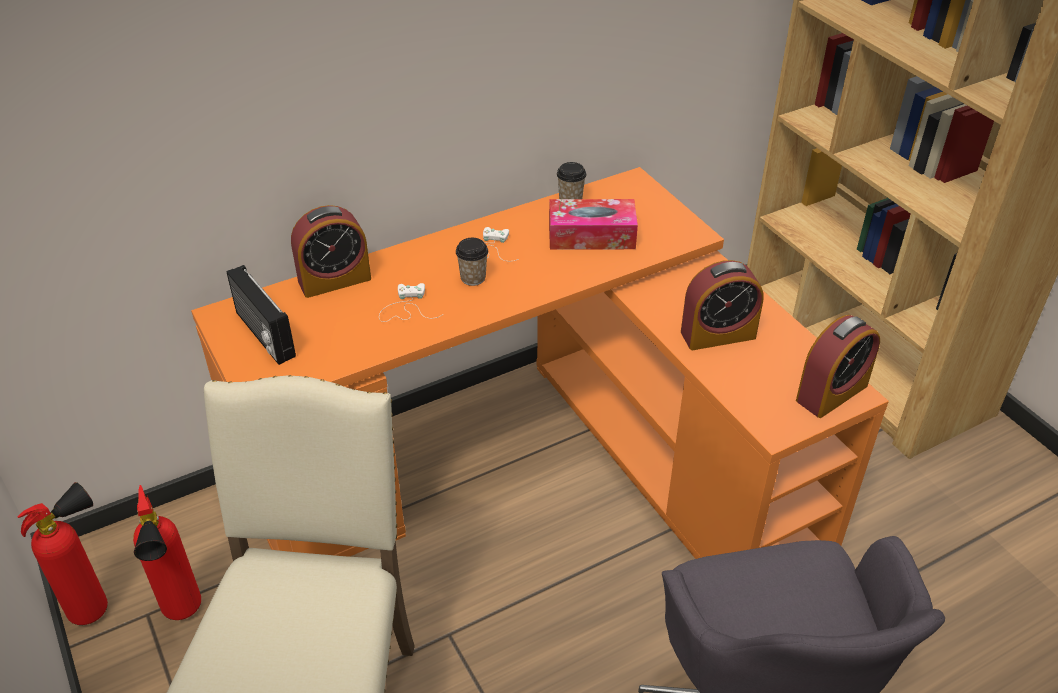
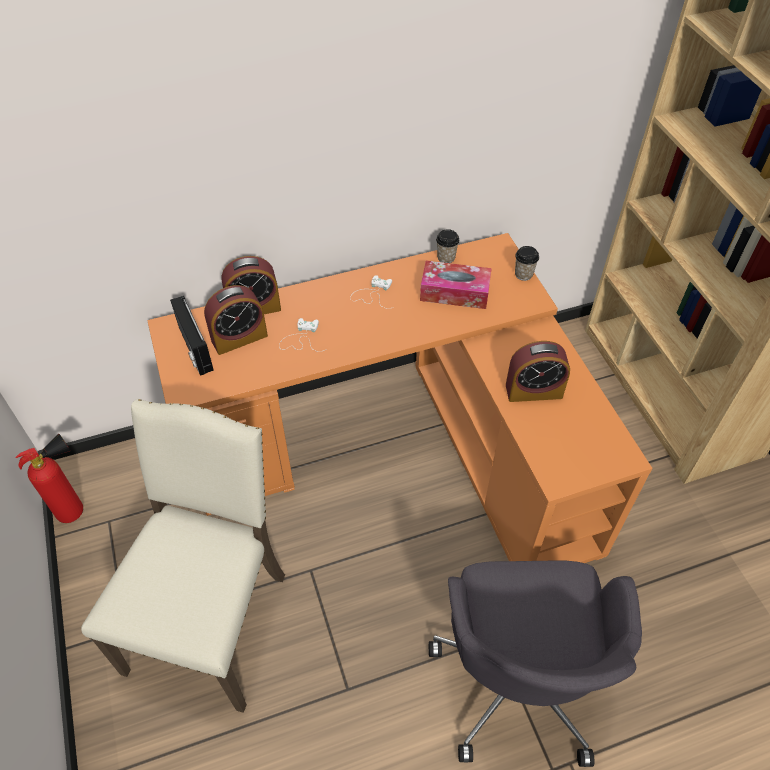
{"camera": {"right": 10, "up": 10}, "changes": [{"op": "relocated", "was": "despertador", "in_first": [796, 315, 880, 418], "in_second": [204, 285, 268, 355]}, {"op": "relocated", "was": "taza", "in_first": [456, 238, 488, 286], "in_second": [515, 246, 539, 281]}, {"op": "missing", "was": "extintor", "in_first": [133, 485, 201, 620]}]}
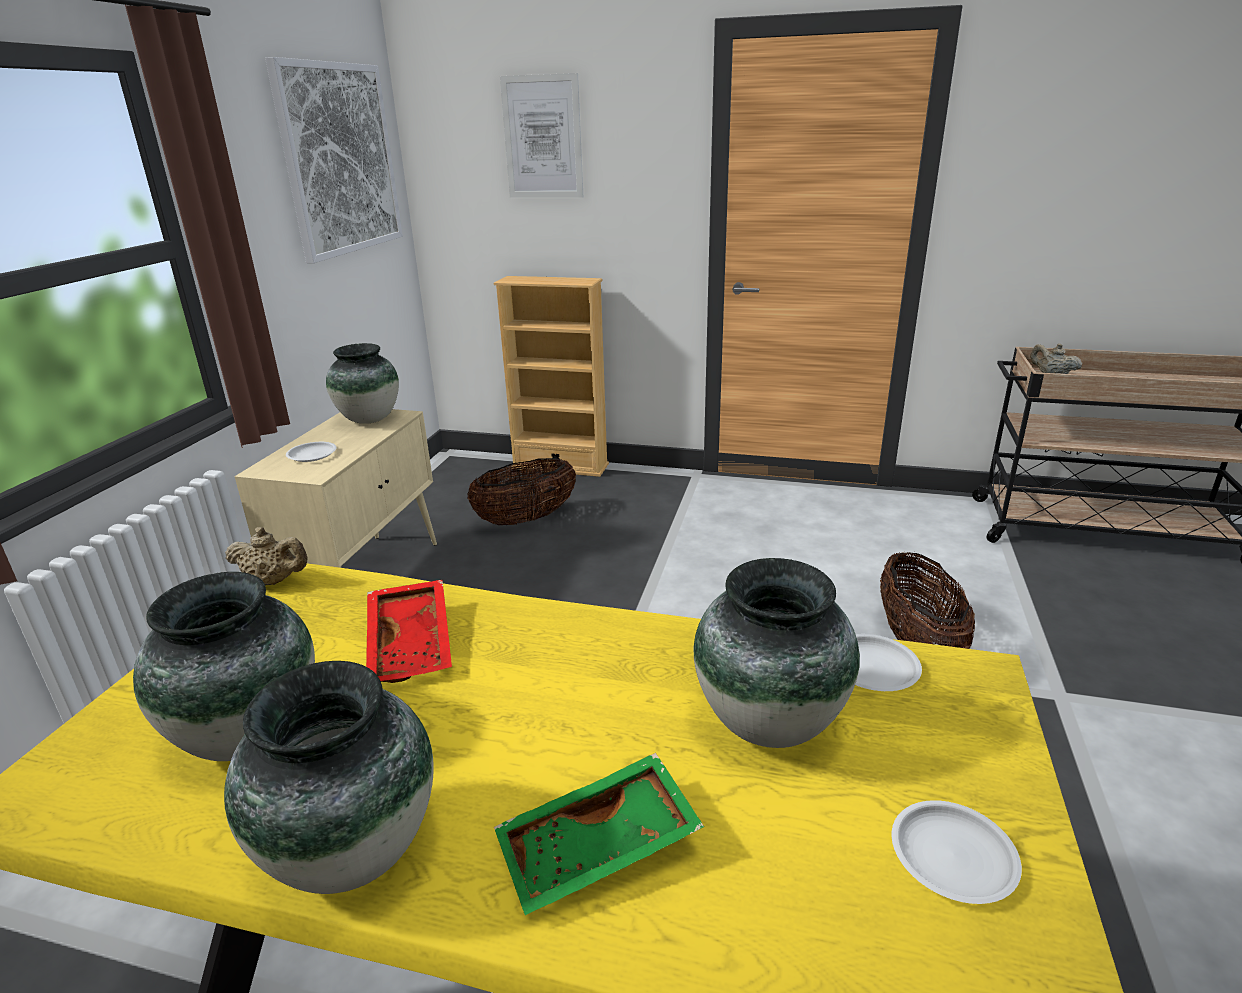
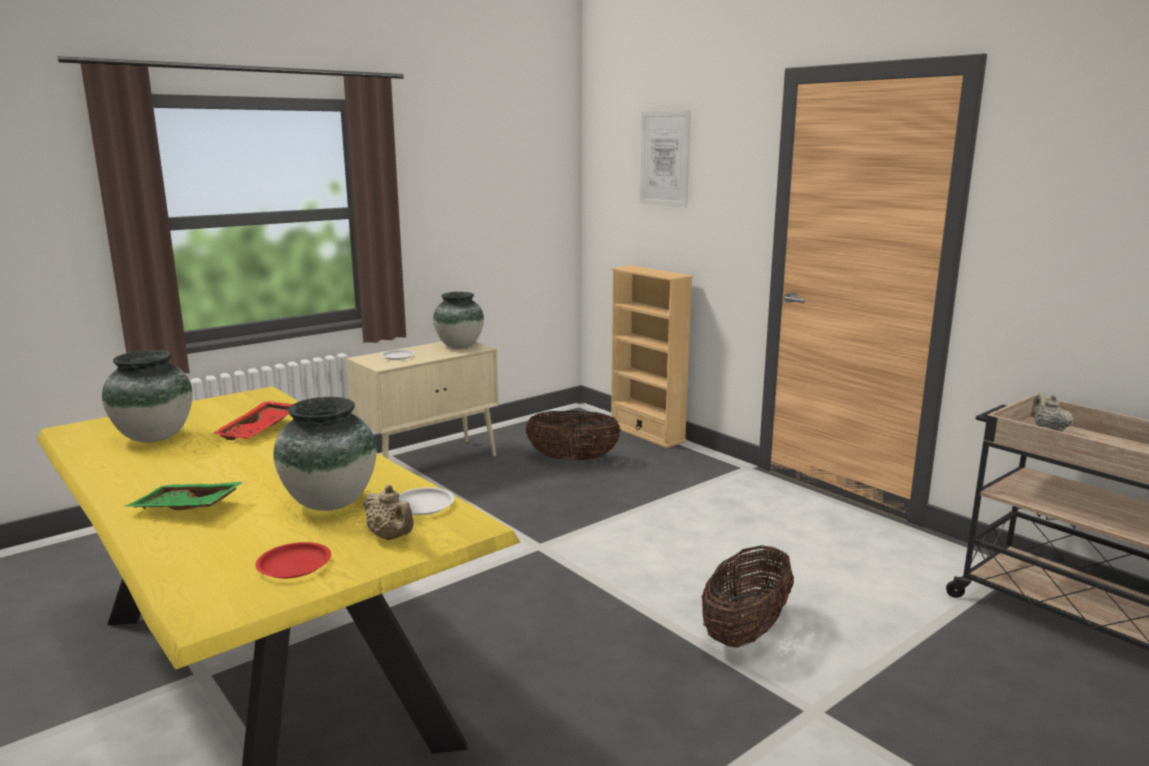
{"camera": {"right": 35, "up": -10}, "changes": [{"op": "colour", "was": "plato (blanco)", "now": "plato (rojo)", "in_first": [892, 800, 1022, 904], "in_second": [255, 542, 331, 578]}, {"op": "relocated", "was": "tetera (beis)", "in_first": [225, 527, 308, 585], "in_second": [363, 485, 414, 540]}, {"op": "missing", "was": "florero", "in_first": [224, 661, 434, 894]}, {"op": "missing", "was": "cuadro", "in_first": [265, 57, 403, 263]}]}
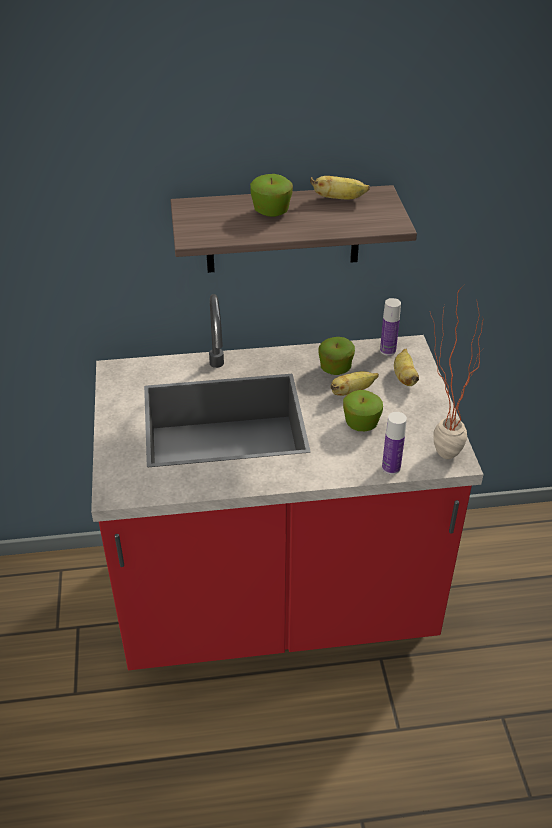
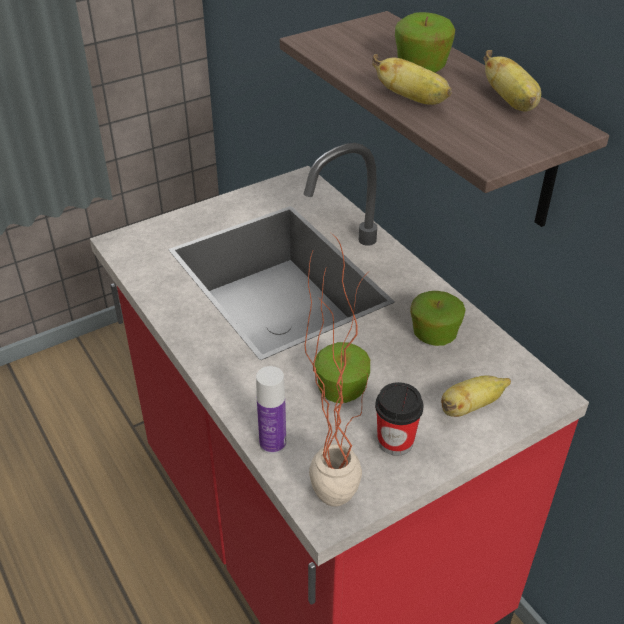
{"camera": {"right": 65, "up": 0}, "changes": [{"op": "relocated", "was": "plátano", "in_first": [331, 371, 379, 396], "in_second": [372, 54, 452, 105]}, {"op": "appeared", "now": "taza", "in_second": [375, 382, 424, 456]}, {"op": "missing", "was": "botella", "in_first": [380, 298, 401, 356]}]}
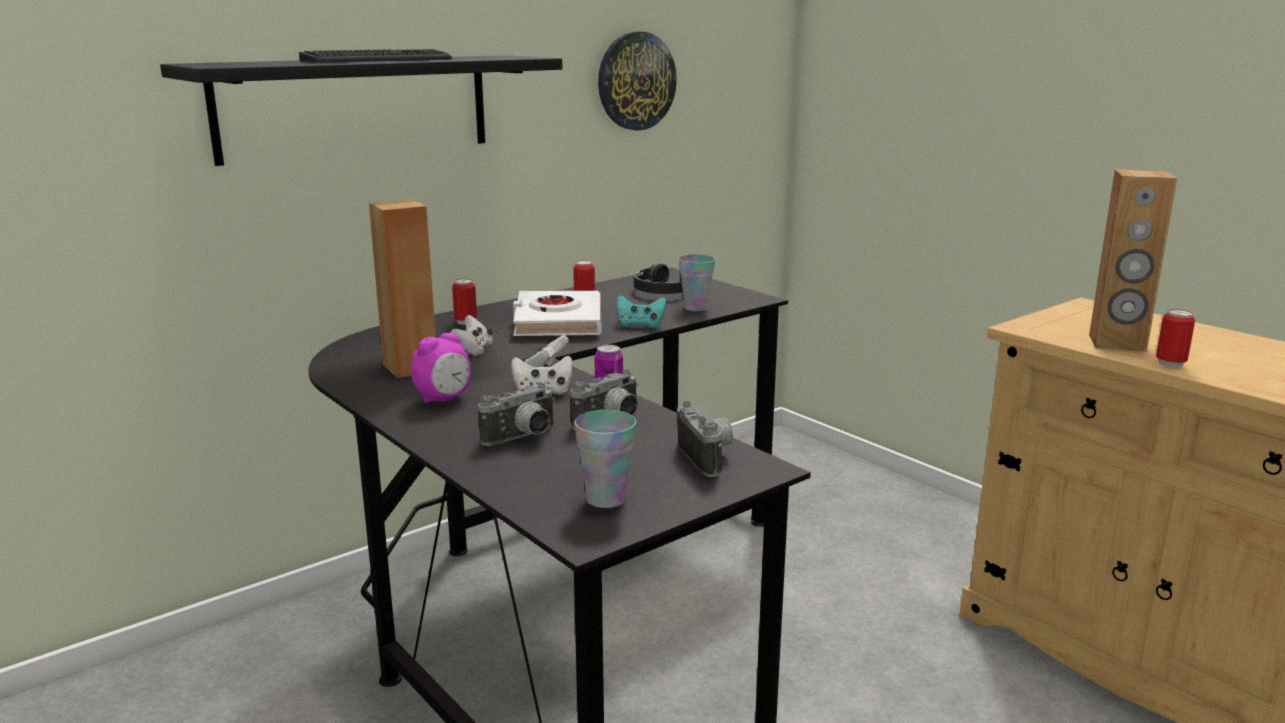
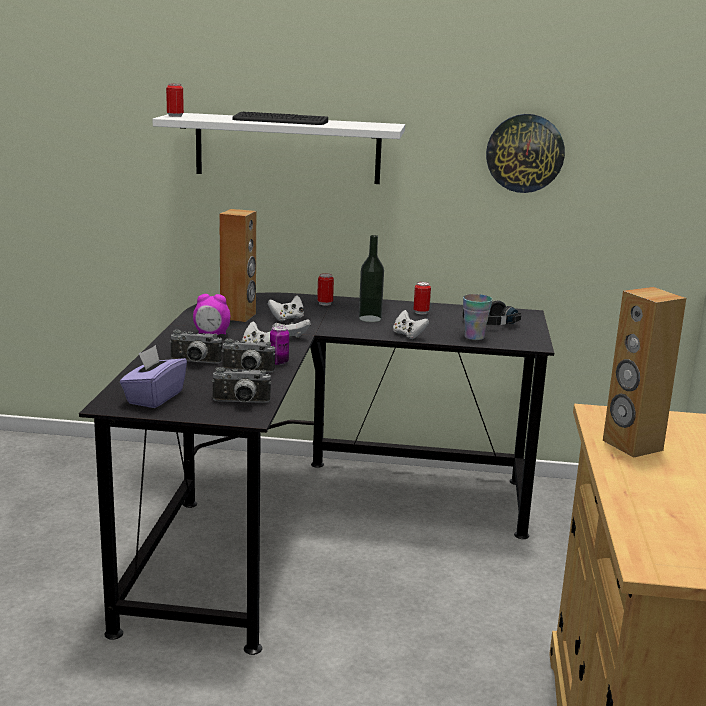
{"camera": {"right": 45, "up": 0}, "changes": [{"op": "exchanged", "was": "taza", "now": "caja de pañuelos (morado)", "in_first": [574, 410, 636, 508], "in_second": [120, 345, 187, 408]}, {"op": "colour", "was": "estante (negro)", "now": "estante (blanco)", "in_first": [160, 55, 562, 166], "in_second": [152, 113, 405, 184]}, {"op": "relocated", "was": "lata", "in_first": [1156, 309, 1195, 368], "in_second": [166, 84, 184, 117]}, {"op": "spun", "was": "cámara", "in_first": [677, 401, 733, 477], "in_second": [212, 367, 271, 403], "clockwise": 60}, {"op": "exchanged", "was": "libro (blanco)", "now": "botella", "in_first": [513, 291, 602, 336], "in_second": [359, 235, 384, 322]}, {"op": "colour", "was": "mando de consola (turquesa)", "now": "mando de consola (blanco)", "in_first": [616, 296, 666, 328], "in_second": [393, 310, 429, 339]}]}
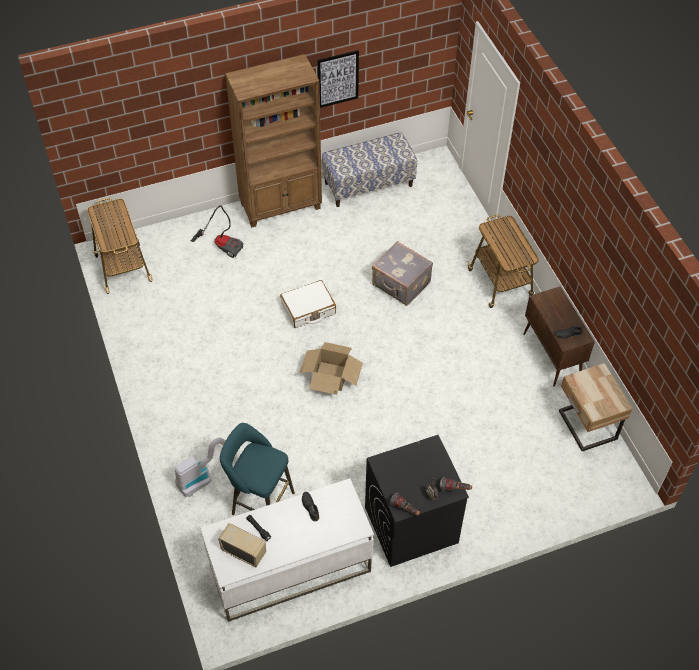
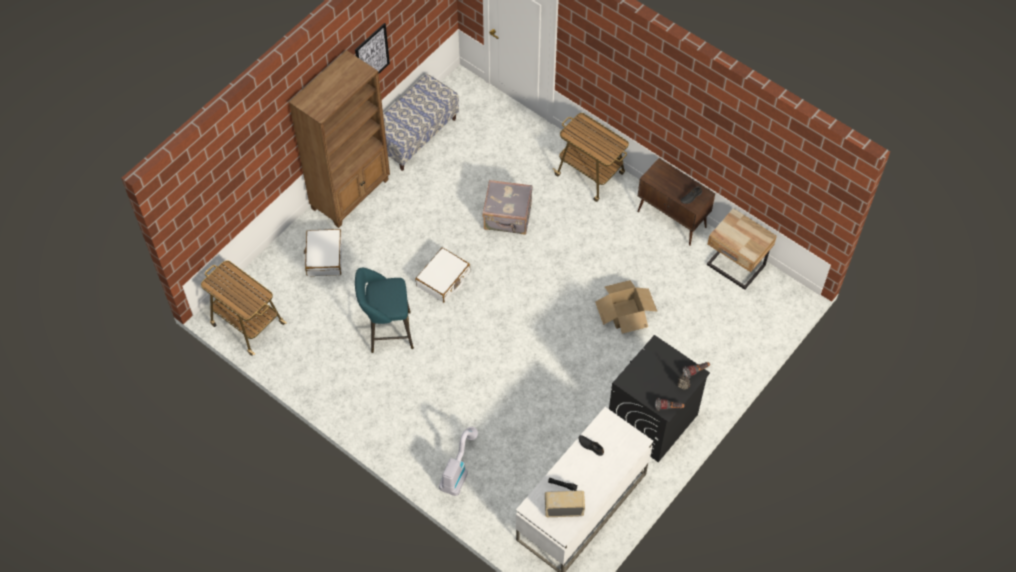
{"camera": {"right": -30, "up": 5}, "changes": [{"op": "exchanged", "was": "aspiradora", "now": "maleta (blanco)", "in_first": [191, 205, 243, 258], "in_second": [304, 229, 342, 276]}, {"op": "relocated", "was": "taburete (turquesa)", "in_first": [220, 423, 295, 515], "in_second": [355, 268, 414, 353]}, {"op": "relocated", "was": "caja de cartón", "in_first": [299, 342, 363, 395], "in_second": [595, 280, 657, 334]}]}
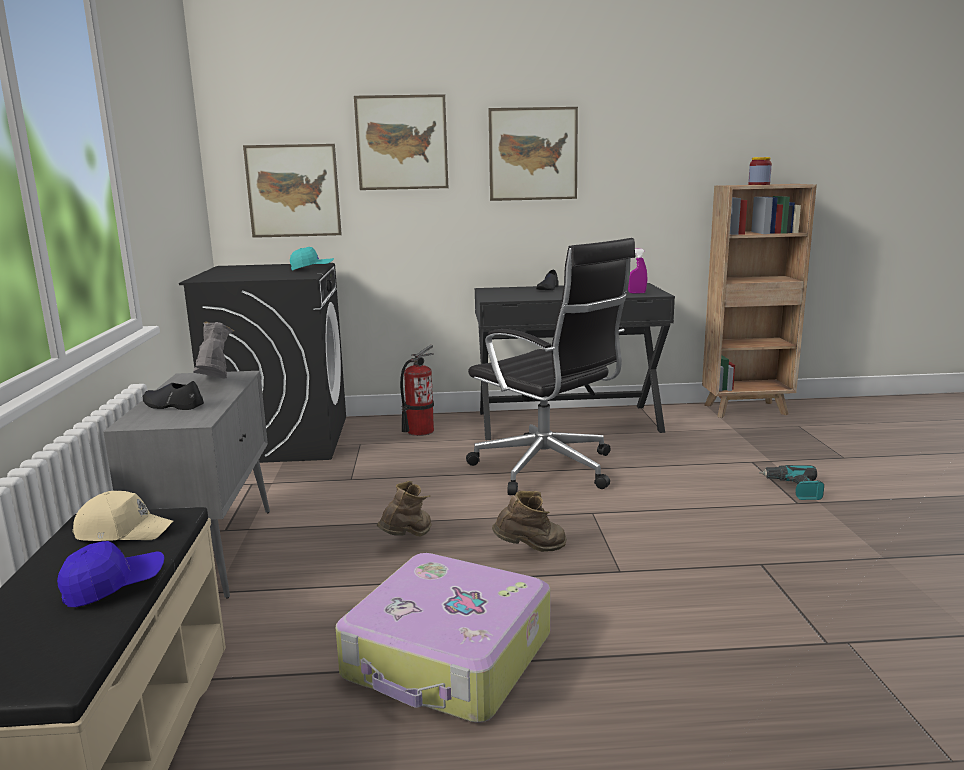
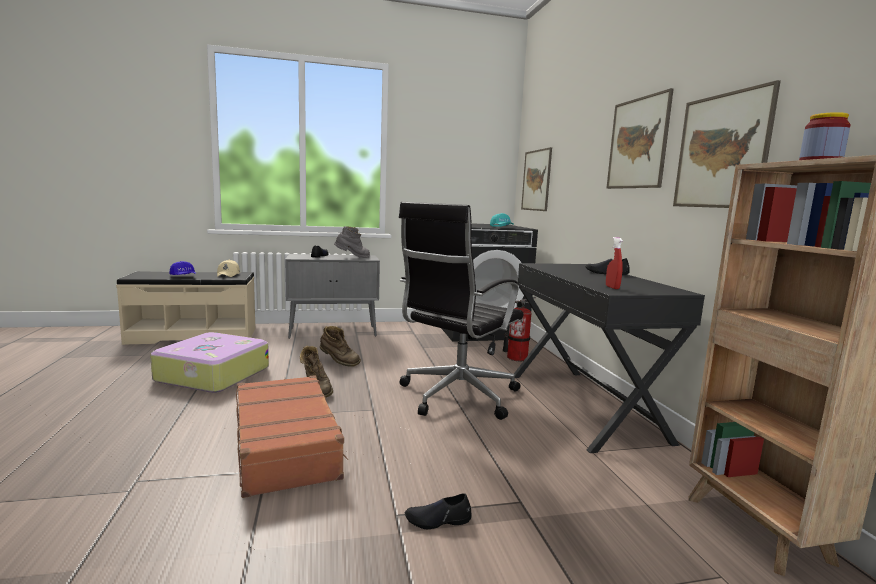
{"camera": {"right": 80, "up": -5}, "changes": [{"op": "appeared", "now": "maleta (marrón)", "in_second": [236, 375, 348, 498]}, {"op": "exchanged", "was": "taladro", "now": "zapato (negro)", "in_first": [759, 465, 824, 500], "in_second": [405, 493, 471, 529]}, {"op": "colour", "was": "pulverizador (morado)", "now": "pulverizador (rojo)", "in_first": [628, 249, 647, 294], "in_second": [606, 237, 623, 289]}, {"op": "relocated", "was": "cuadro", "in_first": [354, 94, 448, 190], "in_second": [673, 80, 781, 208]}]}
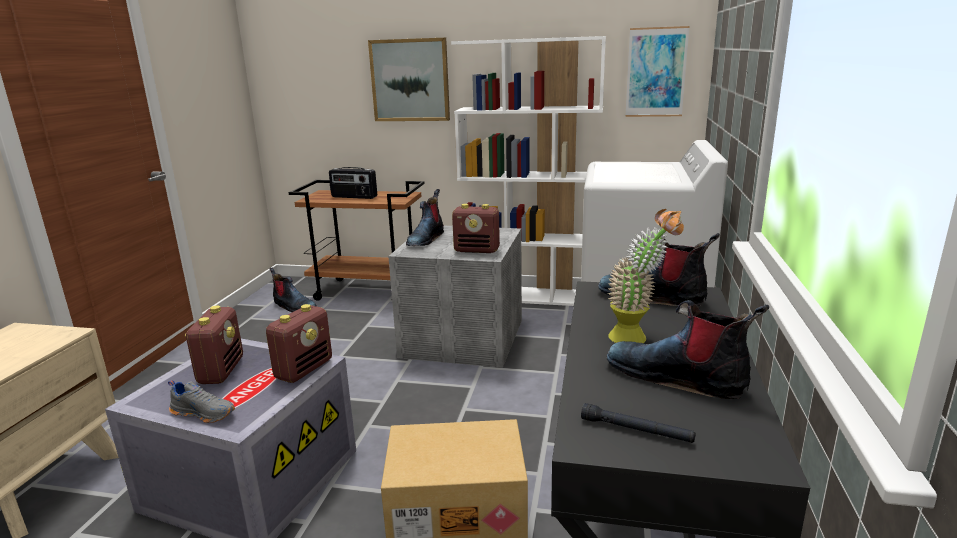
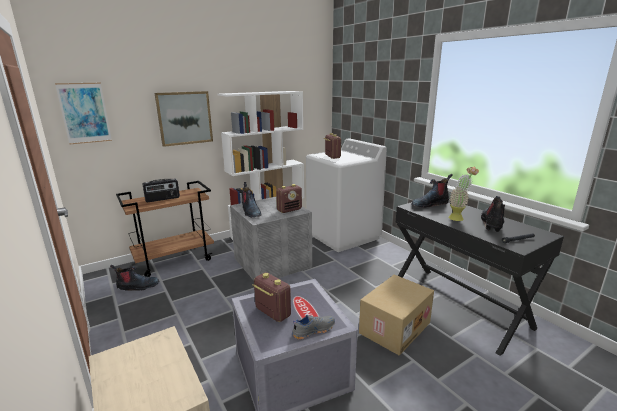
{"camera": {"right": -45, "up": 0}, "changes": [{"op": "relocated", "was": "cuadro", "in_first": [625, 26, 690, 117], "in_second": [55, 83, 112, 144]}, {"op": "relocated", "was": "radio", "in_first": [266, 304, 332, 383], "in_second": [324, 133, 341, 159]}, {"op": "spun", "was": "bota", "in_first": [606, 300, 769, 399], "in_second": [481, 196, 505, 232], "clockwise": 120}]}
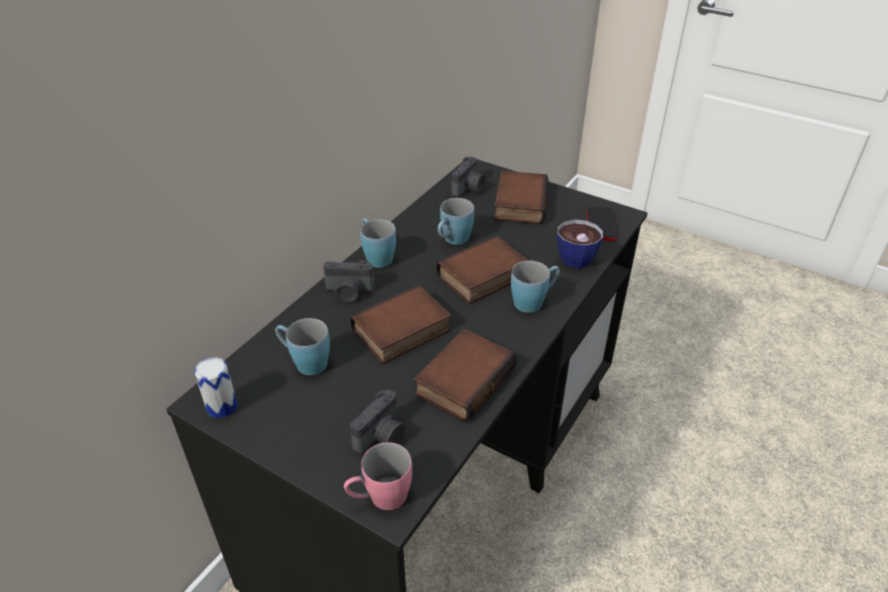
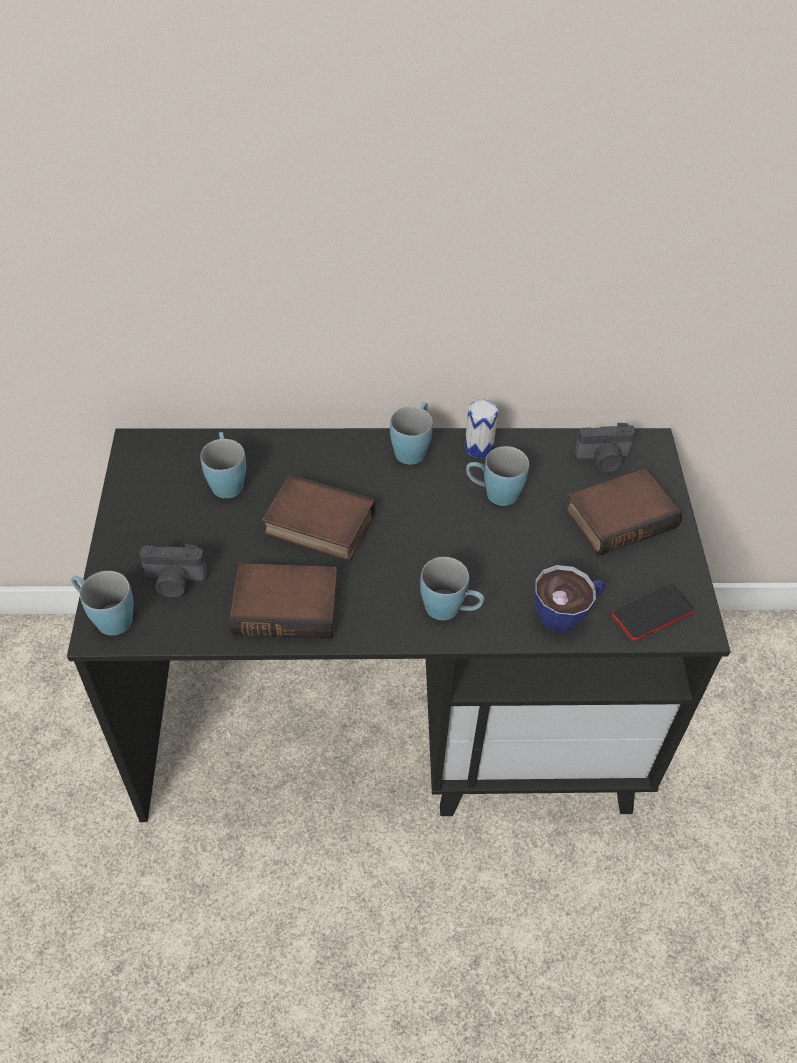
{"camera": {"right": 55, "up": 10}, "changes": [{"op": "colour", "was": "taza grande (rosa)", "now": "taza grande (azul)", "in_first": [344, 442, 412, 510], "in_second": [71, 571, 134, 635]}, {"op": "relocated", "was": "lata", "in_first": [194, 357, 237, 418], "in_second": [465, 399, 498, 458]}, {"op": "missing", "was": "cámara", "in_first": [323, 260, 375, 303]}, {"op": "missing", "was": "libro", "in_first": [436, 235, 530, 304]}]}
